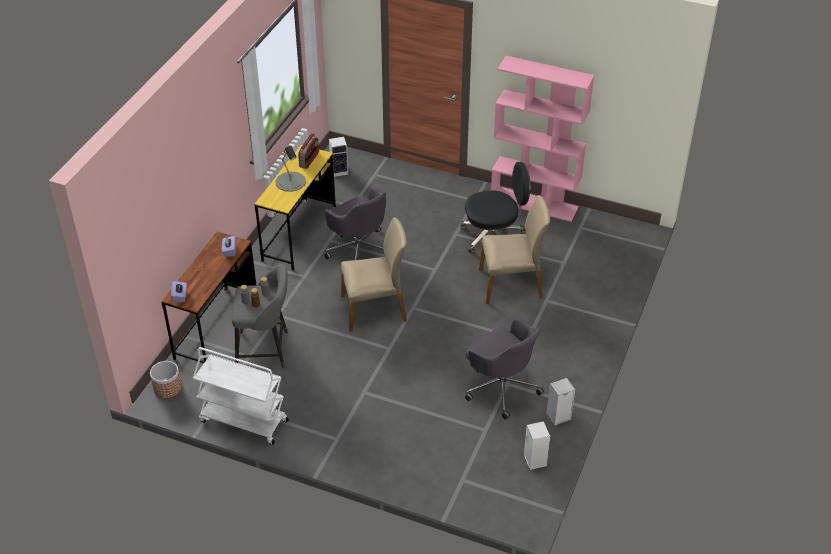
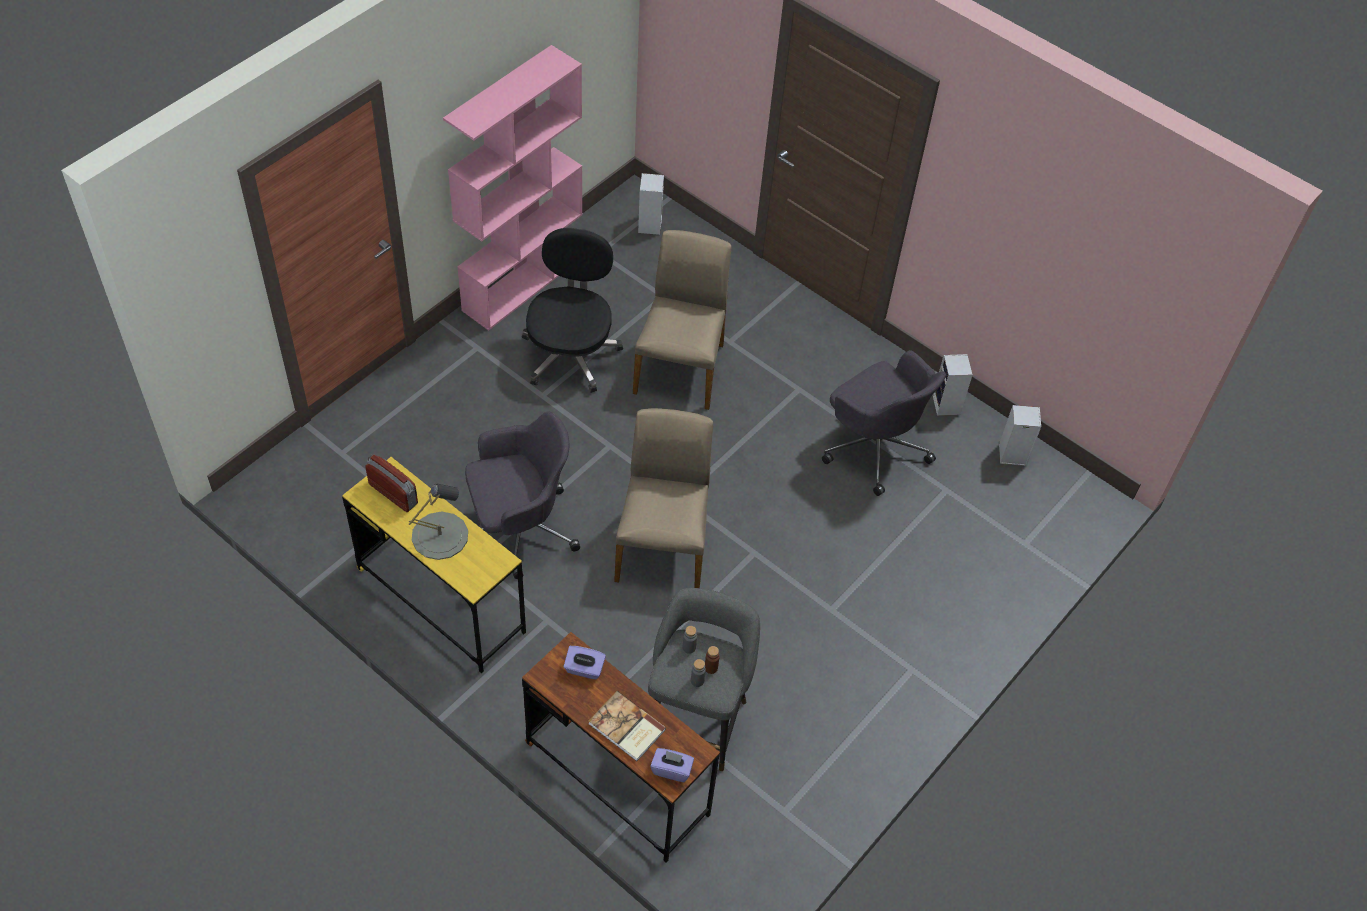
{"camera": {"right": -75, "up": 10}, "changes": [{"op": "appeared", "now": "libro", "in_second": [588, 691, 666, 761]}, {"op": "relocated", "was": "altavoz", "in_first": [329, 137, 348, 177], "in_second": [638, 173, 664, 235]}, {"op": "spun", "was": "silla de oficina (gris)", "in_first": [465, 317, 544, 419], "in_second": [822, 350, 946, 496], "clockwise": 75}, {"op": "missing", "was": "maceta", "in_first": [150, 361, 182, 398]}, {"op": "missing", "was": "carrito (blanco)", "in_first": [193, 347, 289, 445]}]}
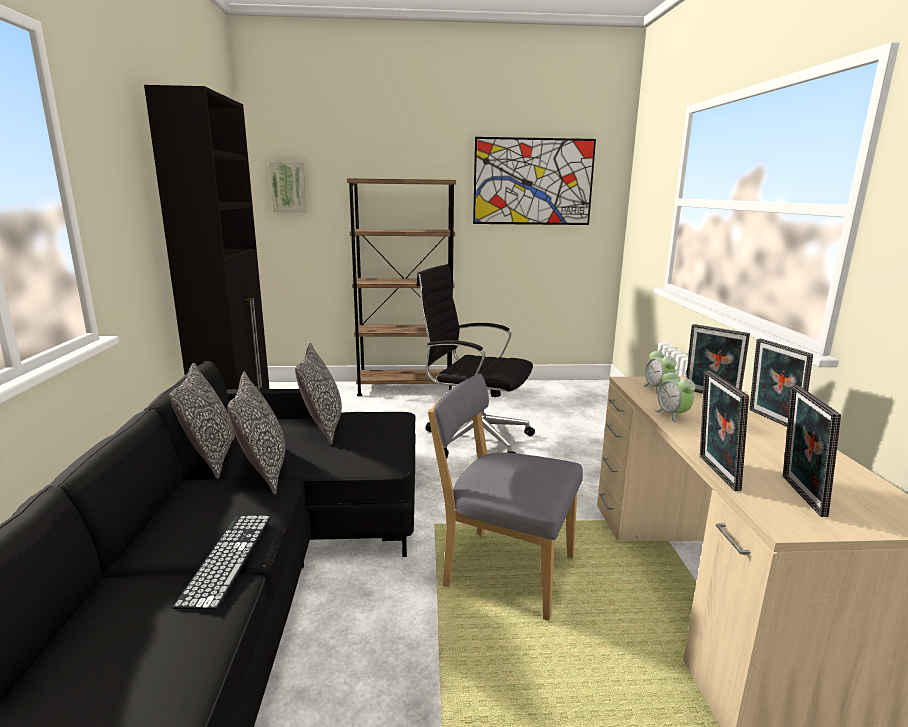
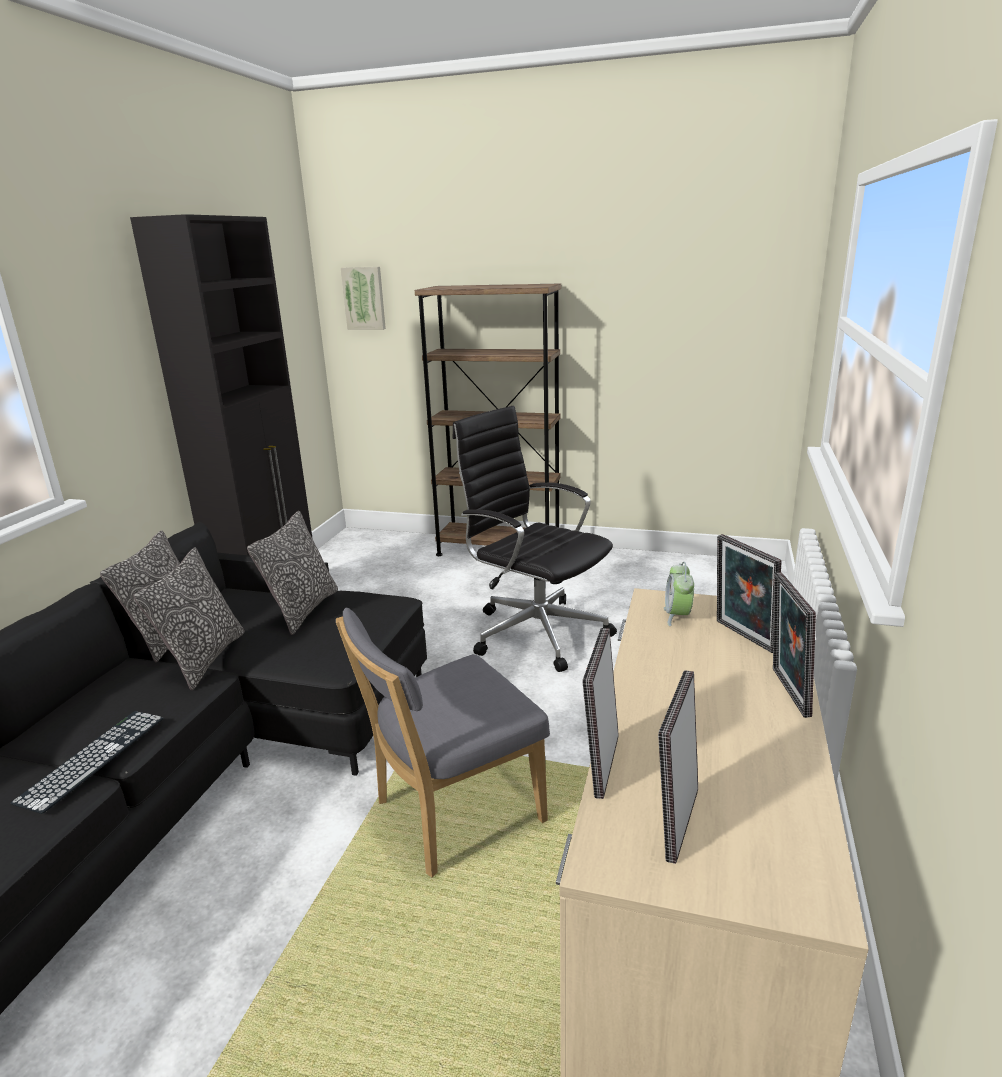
{"camera": {"right": 20, "up": 5}, "changes": [{"op": "spun", "was": "silla (gris)", "in_first": [428, 374, 583, 621], "in_second": [336, 608, 550, 877], "clockwise": -75}, {"op": "missing", "was": "cuadro", "in_first": [473, 137, 596, 225]}, {"op": "missing", "was": "despertador", "in_first": [655, 369, 695, 423]}]}
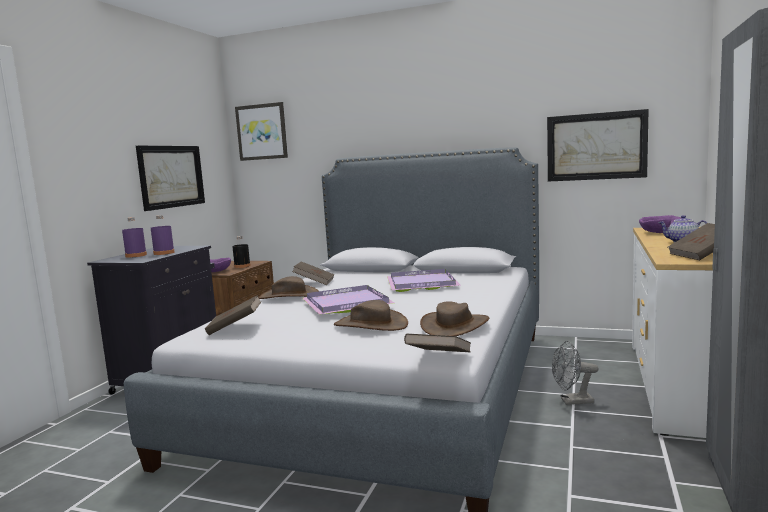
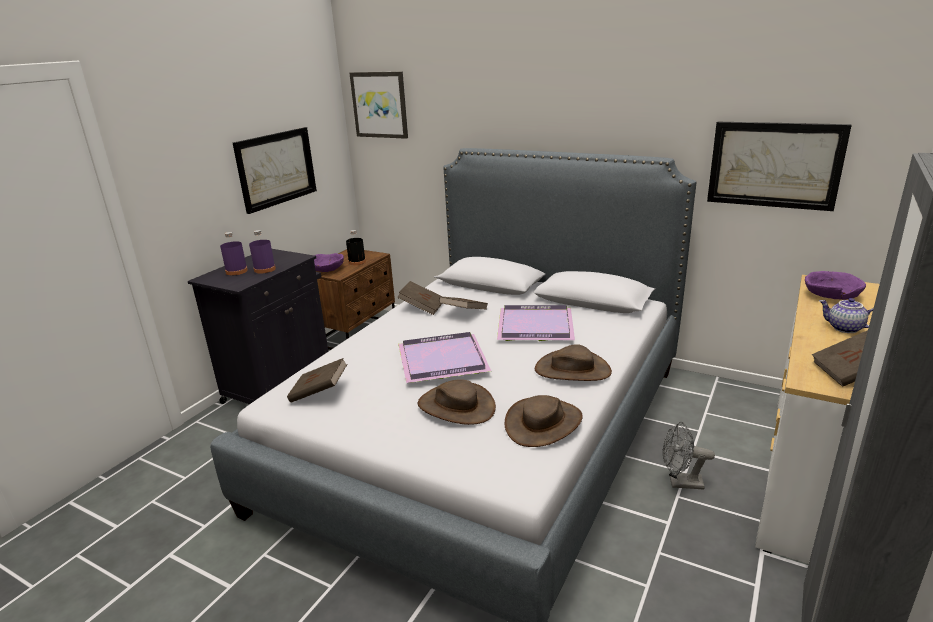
{"camera": {"right": 10, "up": 15}, "changes": [{"op": "relocated", "was": "libro (marrón)", "in_first": [404, 334, 471, 353], "in_second": [439, 296, 488, 309]}, {"op": "relocated", "was": "sombrero (marrón)", "in_first": [258, 276, 319, 299], "in_second": [535, 344, 612, 381]}]}
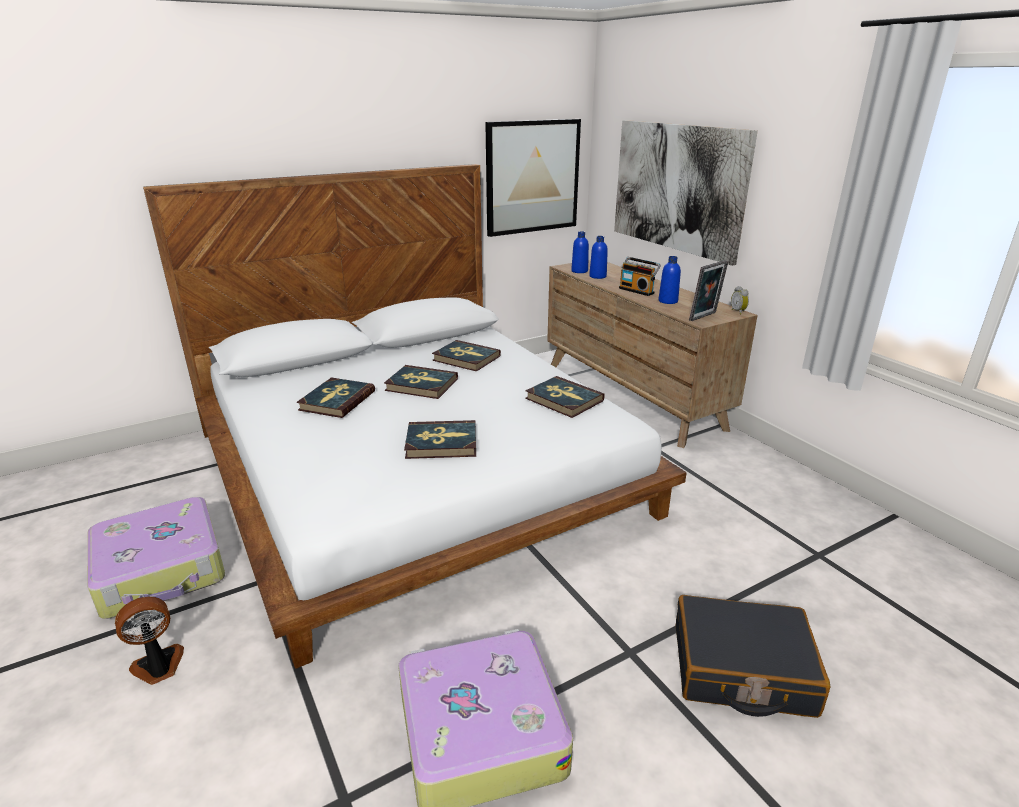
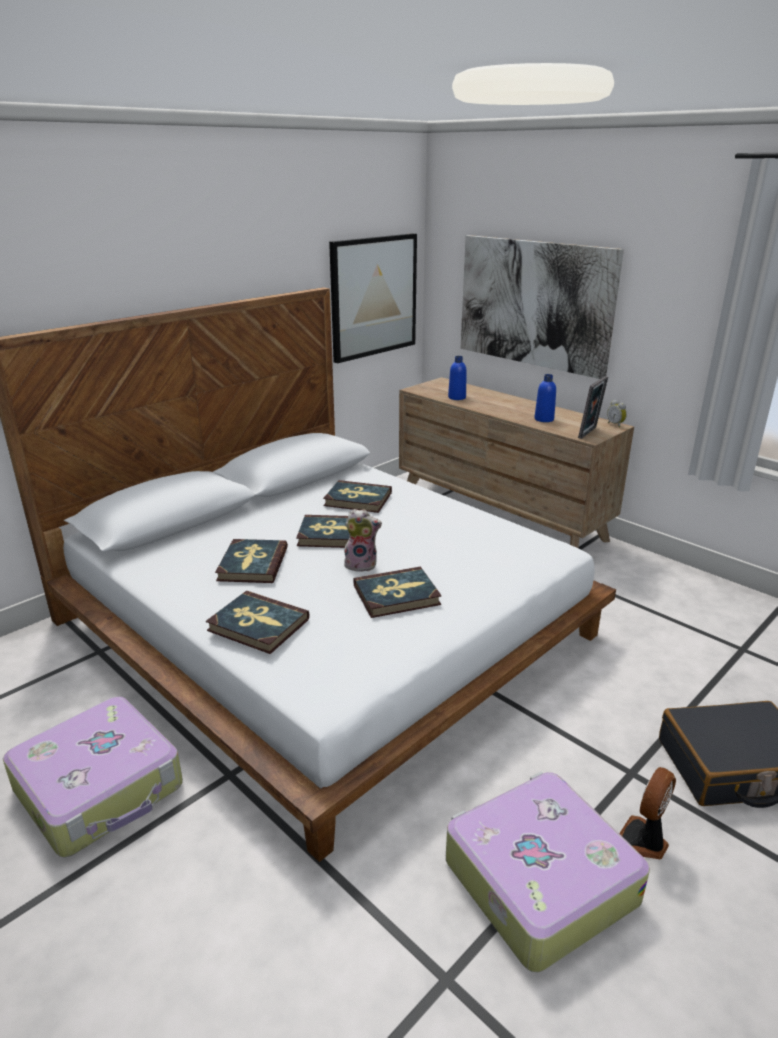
{"camera": {"right": -15, "up": 0}, "changes": [{"op": "relocated", "was": "libro", "in_first": [525, 376, 605, 418], "in_second": [206, 591, 309, 654]}, {"op": "appeared", "now": "peluche", "in_second": [344, 509, 382, 572]}, {"op": "relocated", "was": "ventilador", "in_first": [115, 596, 184, 685], "in_second": [619, 767, 676, 859]}, {"op": "missing", "was": "botella (azul)", "in_first": [571, 231, 589, 273]}, {"op": "missing", "was": "radio", "in_first": [619, 257, 661, 296]}]}
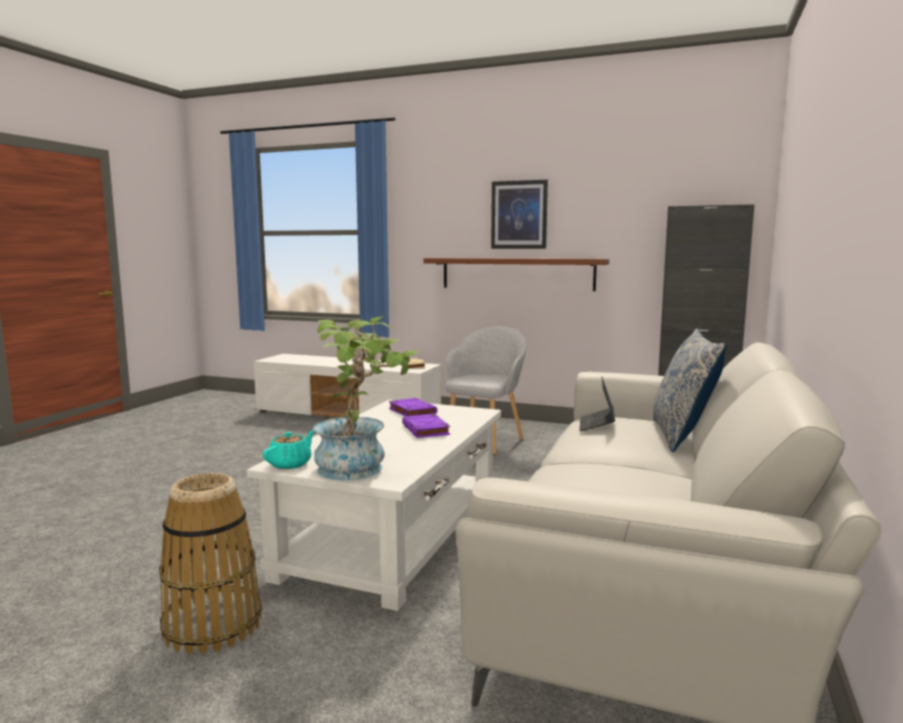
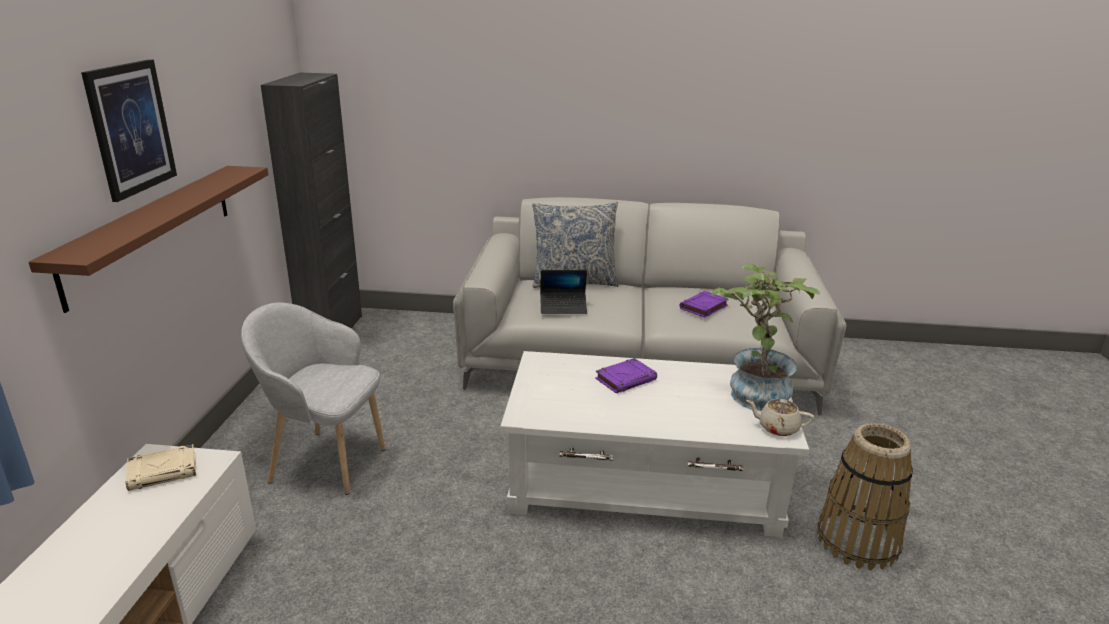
{"camera": {"right": -105, "up": 15}, "changes": [{"op": "relocated", "was": "libro (morado)", "in_first": [389, 398, 437, 417], "in_second": [680, 291, 728, 318]}, {"op": "colour", "was": "tetera (turquesa)", "now": "tetera (beis)", "in_first": [263, 430, 314, 469], "in_second": [746, 399, 814, 436]}]}
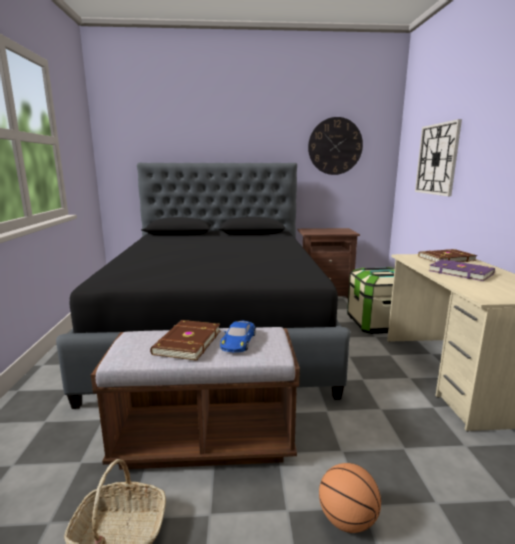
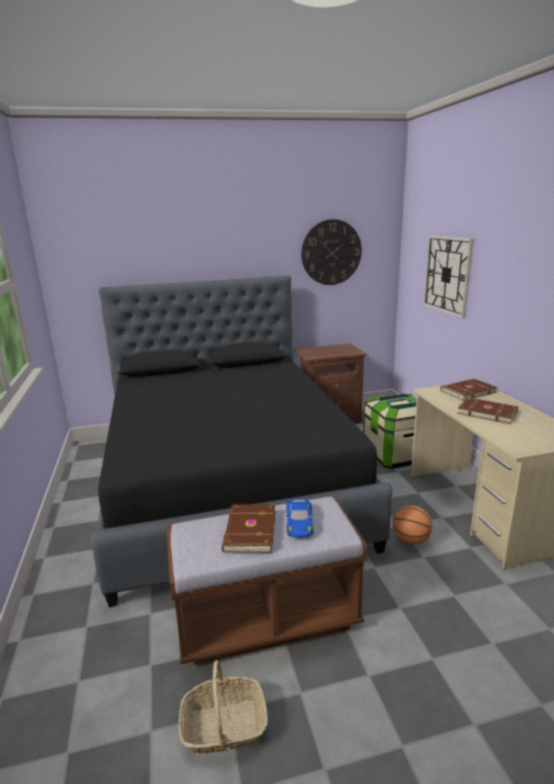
{"camera": {"right": -10, "up": 5}, "changes": [{"op": "relocated", "was": "balón de baloncesto", "in_first": [319, 463, 381, 533], "in_second": [393, 505, 433, 544]}, {"op": "colour", "was": "libro (morado)", "now": "libro (marrón)", "in_first": [429, 259, 495, 281], "in_second": [457, 397, 518, 424]}]}
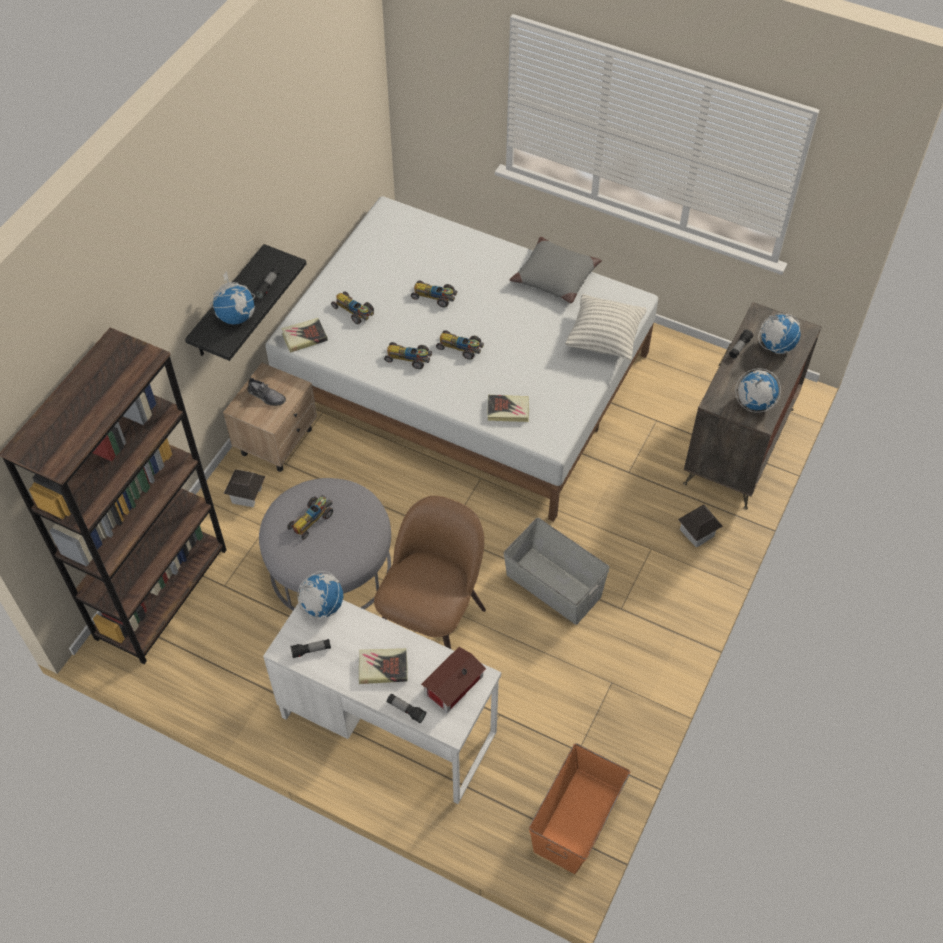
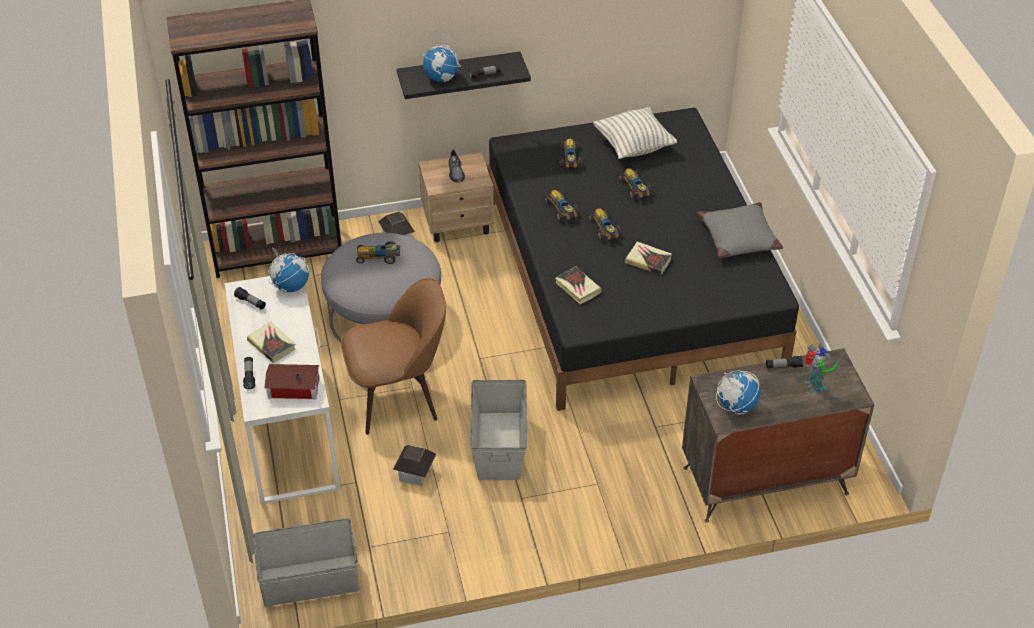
{"camera": {"right": 50, "up": -10}, "changes": [{"op": "colour", "was": "caja de almacenaje (naranja)", "now": "caja de almacenaje (gris)", "in_first": [529, 743, 630, 874], "in_second": [253, 518, 360, 607]}, {"op": "relocated", "was": "casita", "in_first": [678, 505, 723, 547], "in_second": [393, 445, 436, 486]}, {"op": "colour", "was": "cama (blanco)", "now": "cama (negro)", "in_first": [265, 196, 658, 522], "in_second": [486, 108, 799, 411]}, {"op": "relocated", "was": "cojín", "in_first": [565, 294, 647, 361], "in_second": [593, 107, 677, 159]}, {"op": "relocated", "was": "libro", "in_first": [281, 318, 328, 353], "in_second": [625, 242, 672, 275]}, {"op": "exchanged", "was": "globo terráqueo", "now": "robot de juguete", "in_first": [758, 313, 801, 354], "in_second": [804, 343, 837, 395]}]}
